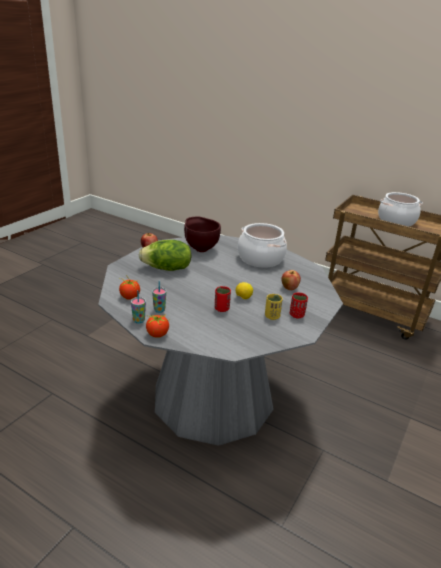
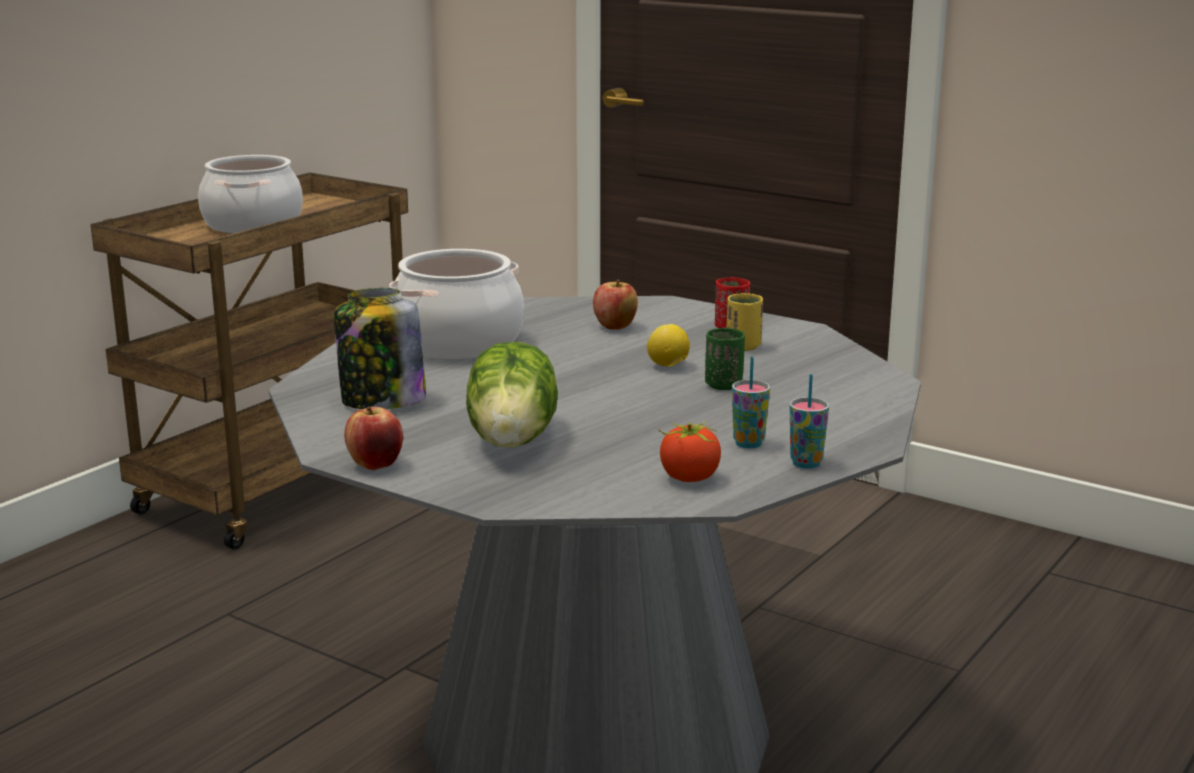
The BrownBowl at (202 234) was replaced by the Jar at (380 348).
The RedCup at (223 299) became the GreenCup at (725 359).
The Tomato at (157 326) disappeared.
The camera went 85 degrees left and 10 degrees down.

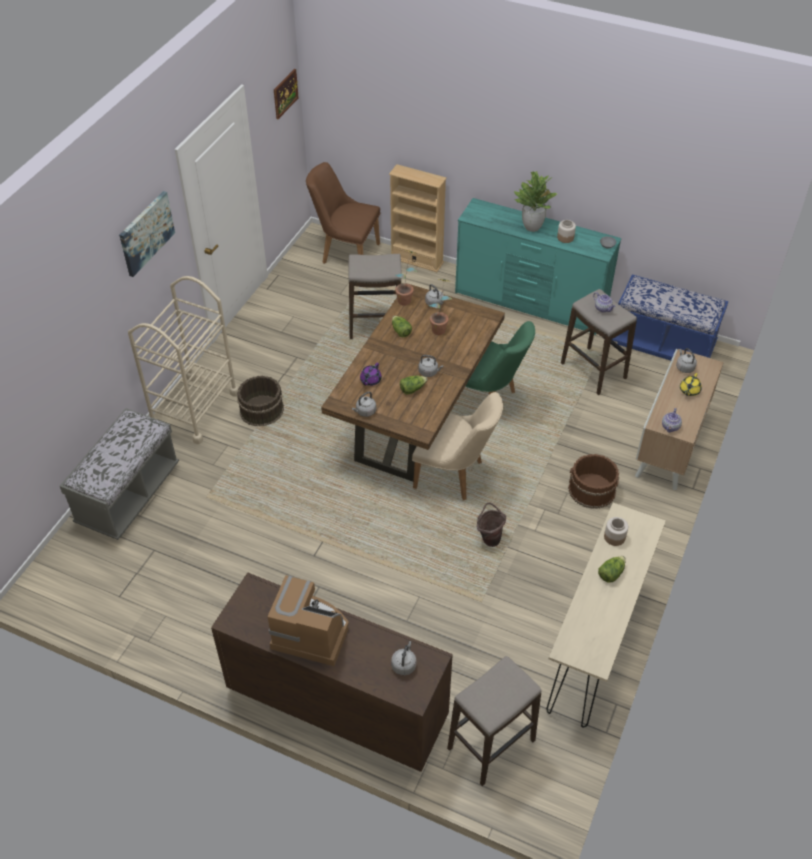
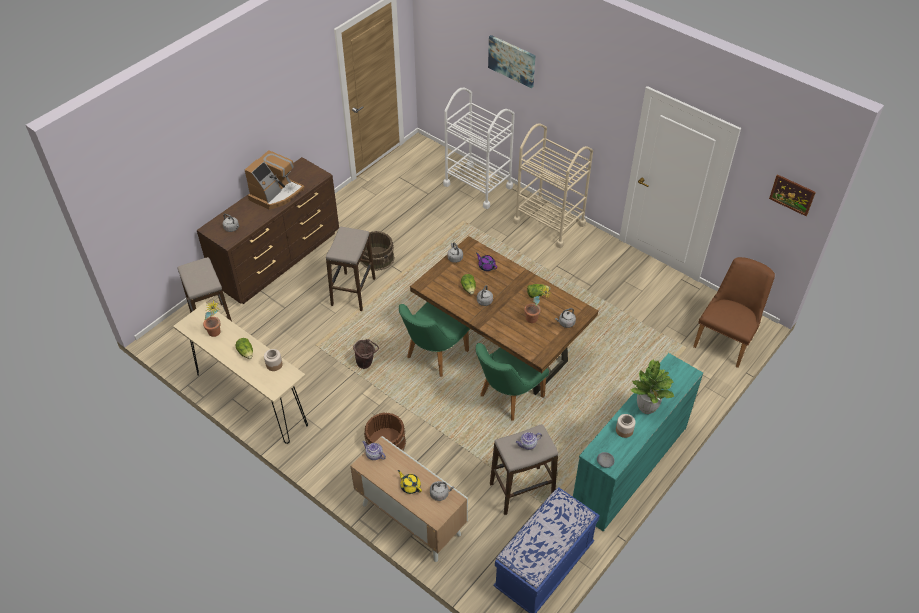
The BeigeBookcase at (418 218) disappeared.
The Picture moved from (147 234) to (512 61).
The PottedPlant moved from (406 278) to (212 318).
The Stool moved from (375 296) to (351 269).
The BrownBucket moved from (260 401) to (378 251).
The BeigeChair at (457 446) became the GreenChair at (434 339).
The GreyBench at (119 474) was replaced by the WhiteCart at (479 148).
The camera went 105 degrees right and 0 degrees up.

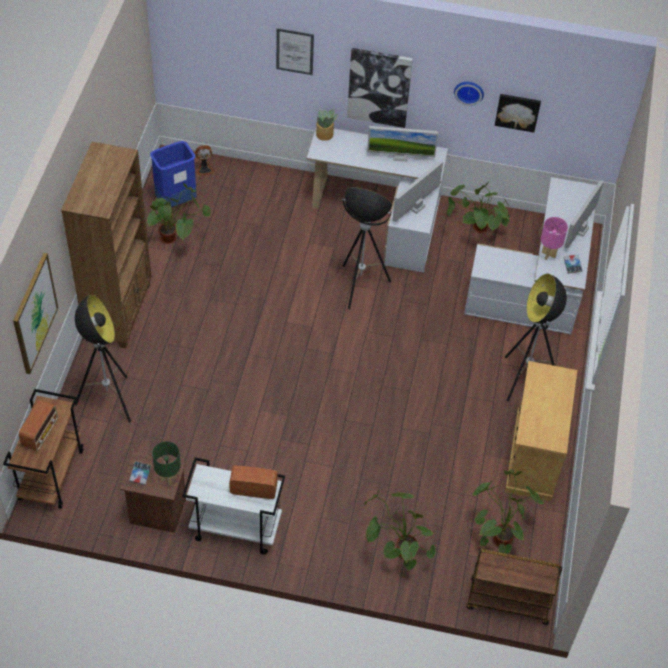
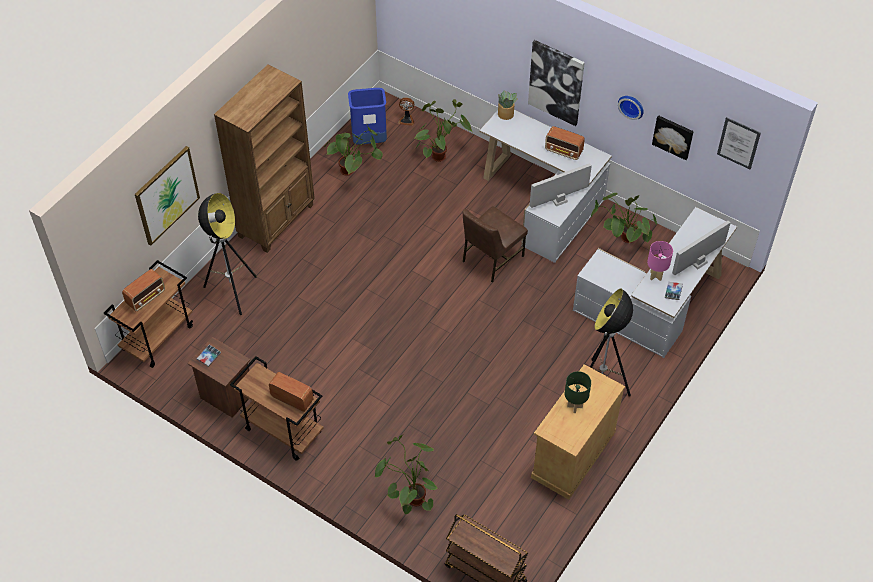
The Picture moved from (295 51) to (739 143).
The Monitor at (402 144) was replaced by the Radio at (565 143).
The FloorLamp at (367 248) was replaced by the BrownChair at (495 244).
The GreenTableLamp moved from (166 463) to (578 392).
The WhiteCart at (233 506) became the BrownCart at (276 408).
The PottedPlant moved from (508 511) to (443 130).
The camera went 25 degrees right and 0 degrees up.

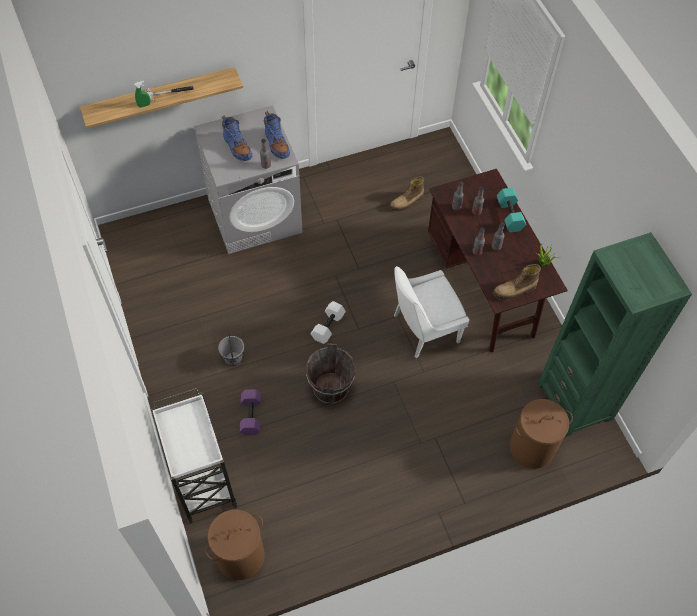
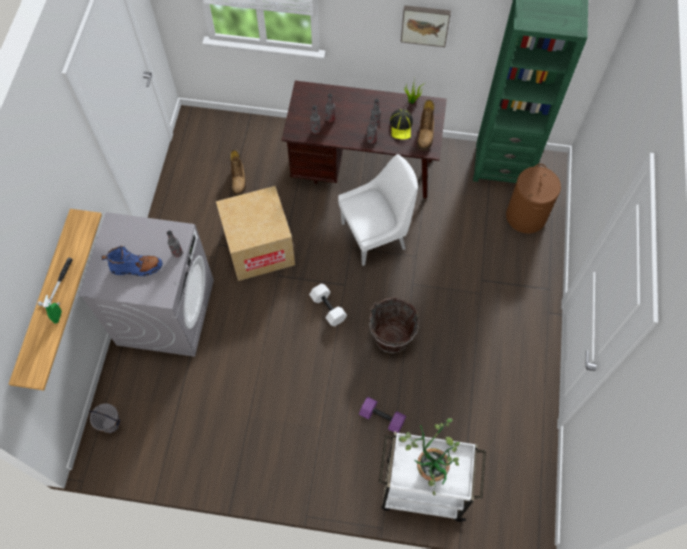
The BlueBoot at (277 135) disappeared.
The TurquoiseDumbbell at (511 210) disappeared.
The WhiteChair at (431 312) turned 120 degrees counterclockwise.
The GreyBucket moved from (231 350) to (105 418).
The BrownLaundryBasket at (235 545) disappeared.
The Picture at (426 26) appeared.
The Cap at (401 124) appeared.
The CardboardBox at (255 233) appeared.
The PottedPlant at (429 456) appeared.
The camera went 60 degrees left and 5 degrees up.

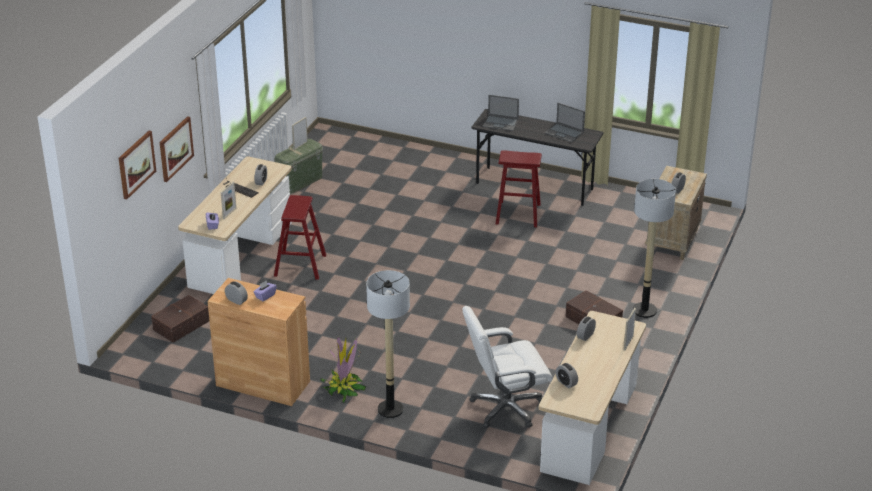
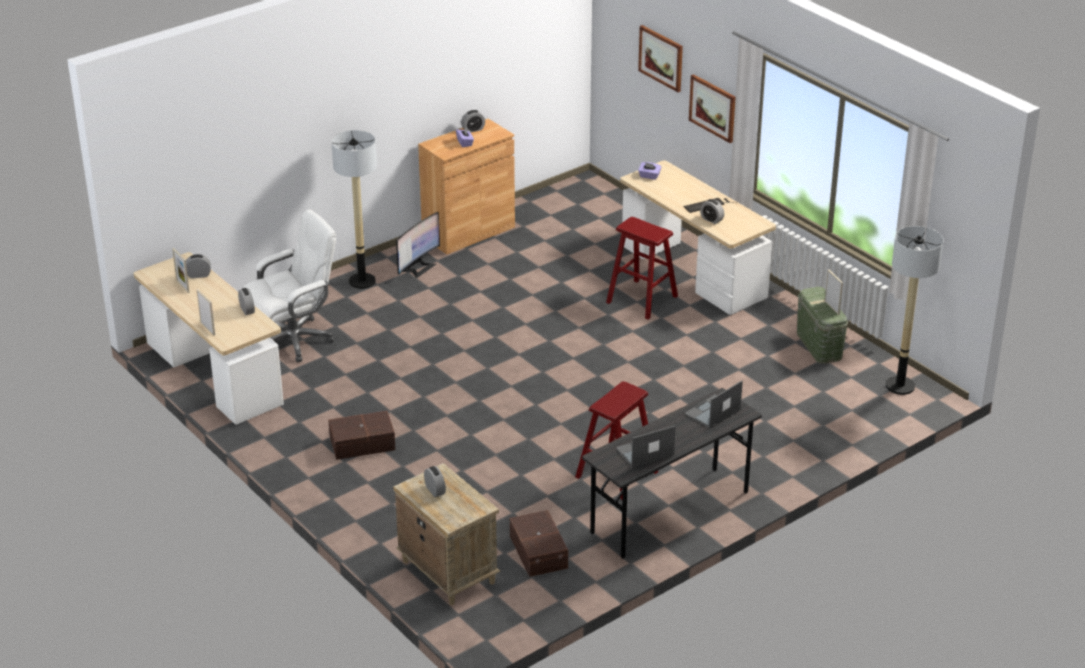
The FloorLamp moved from (654 248) to (914 310).
The PictureFrame moved from (228 200) to (181 270).
The BrownStorageBox moved from (180 319) to (539 543).
The WhiteOfficeChair at (507 367) turned 45 degrees clockwise.
The PottedPlant at (343 370) was replaced by the Monitor at (418 245).
The camera went 120 degrees right and 0 degrees up.

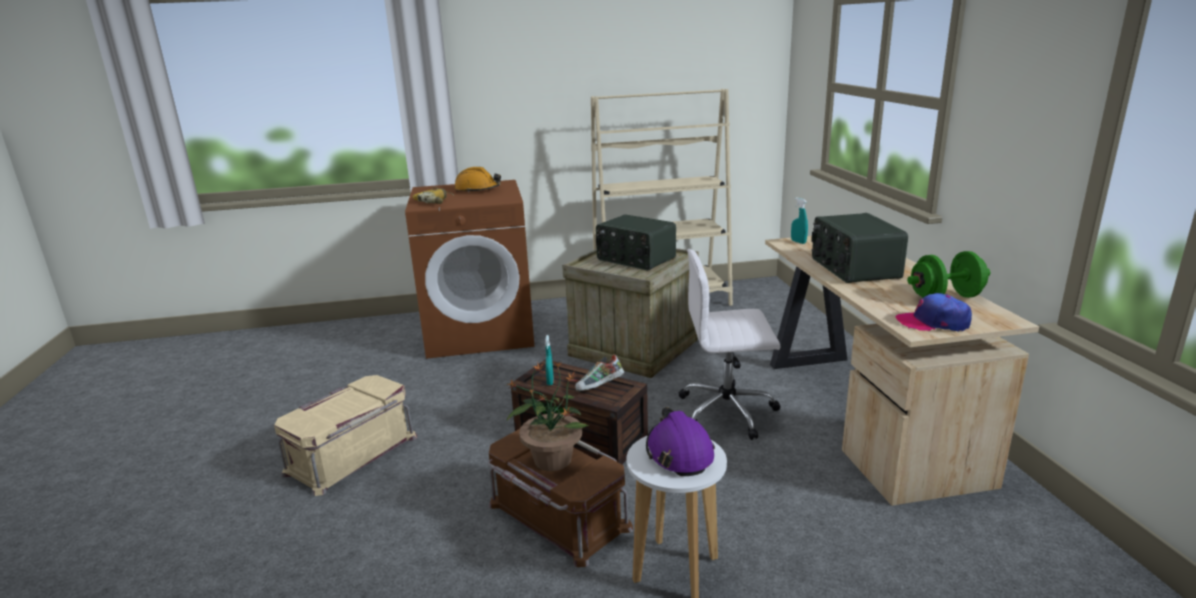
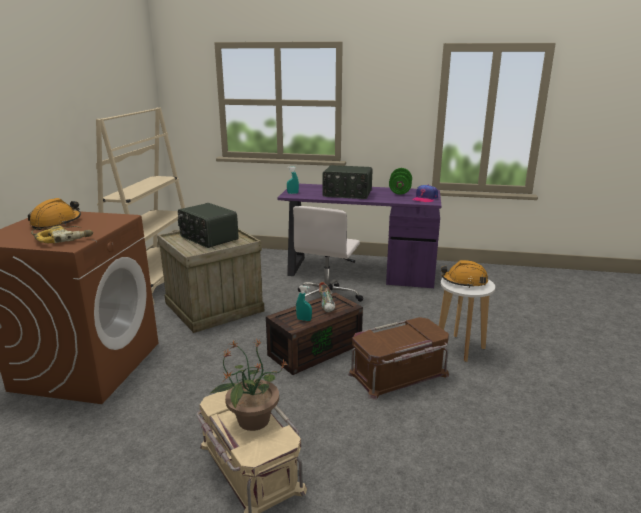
The Radio at (636 242) turned 75 degrees clockwise.
The BeigeDesk at (902 371) became the PurpleDesk at (360 236).
The PottedPlant moved from (547 416) to (248 384).
The PurpleHardHat at (680 441) became the OrangeHardHat at (464 274).
The camera went 70 degrees left and 0 degrees up.

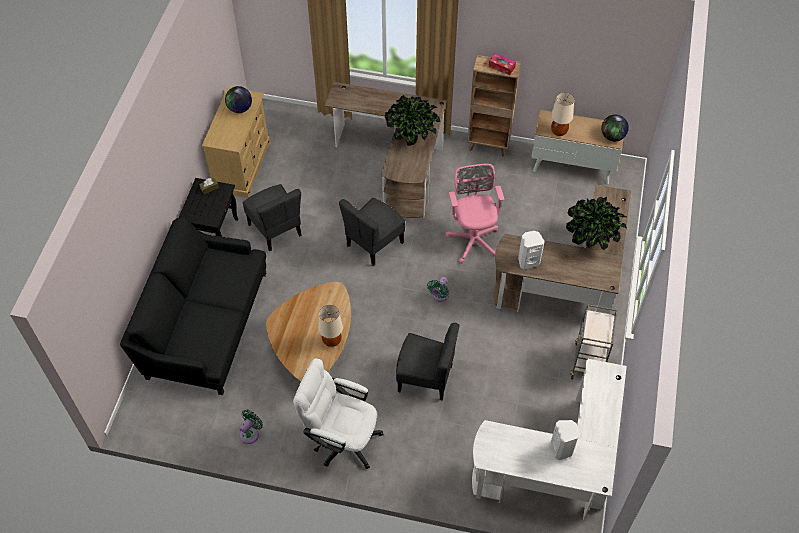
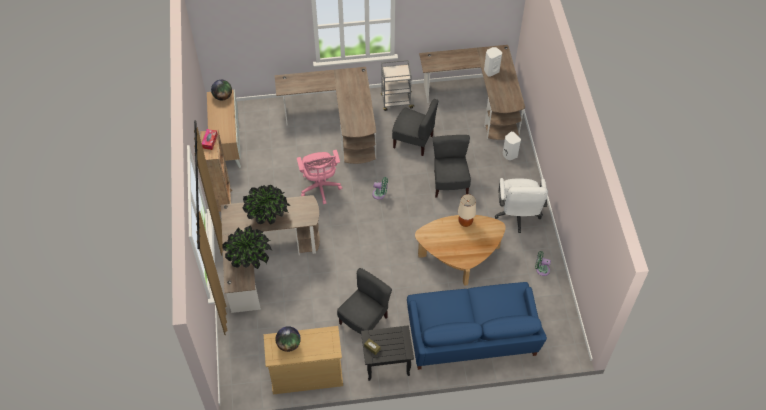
The BeigeTableLamp at (562 114) disappeared.
The PinkOfficeChair at (474 214) turned 75 degrees counterclockwise.
The PottedPlant moved from (596 223) to (247 247).
The GreyChair moved from (372 232) to (415 127).
The BlackSofa at (193 306) became the BlueSofa at (477 326).
The WhiteSpeaker moved from (531 250) to (512 146).
The WhiteDesk at (549 439) became the BrownDesk at (472 92).
The camera went 110 degrees left and 0 degrees up.

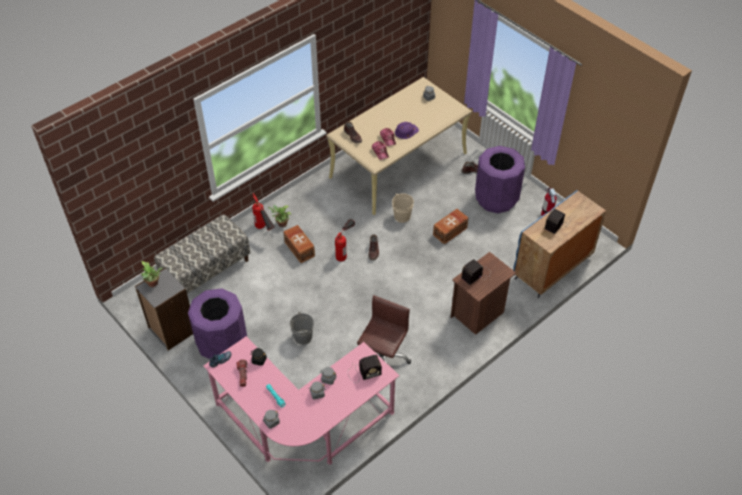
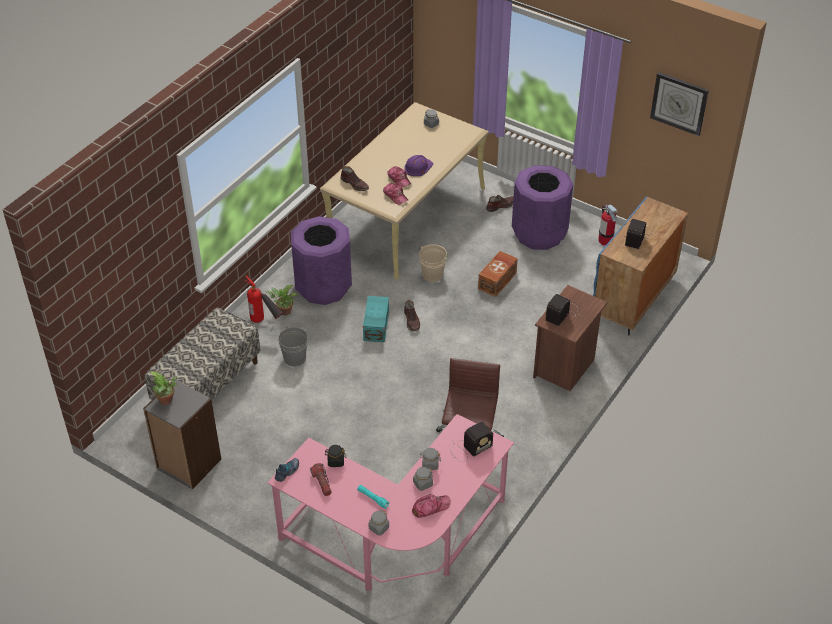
The FireExtinguisher at (345 240) was replaced by the TurquoiseStorageBox at (376 319).
The BrownStorageBox at (299 244) disappeared.
The PurpleTrashCan moved from (217 323) to (321 260).
The GreyBucket moved from (301 328) to (293 346).
The WallClock at (679 104) appeared.
The Cap at (431 506) appeared.
The camera went 15 degrees left and 5 degrees down.

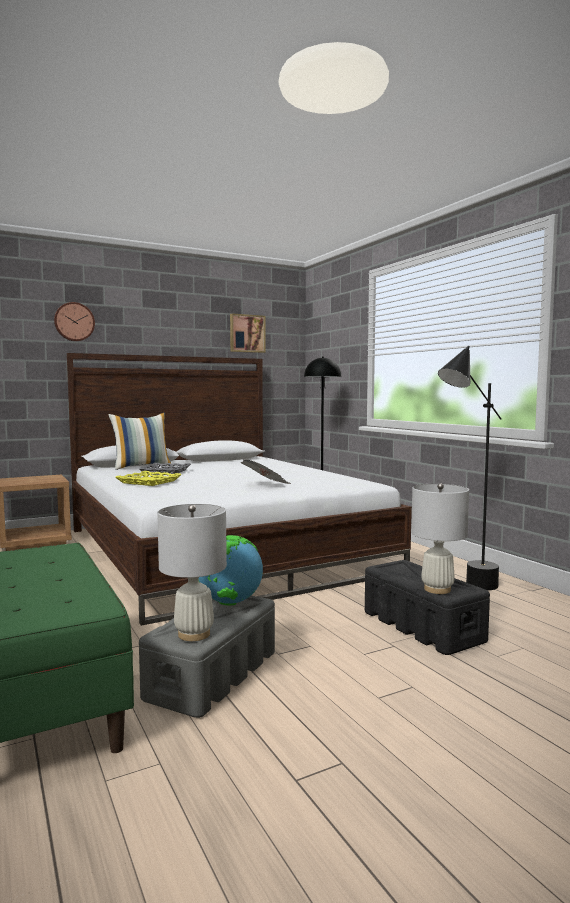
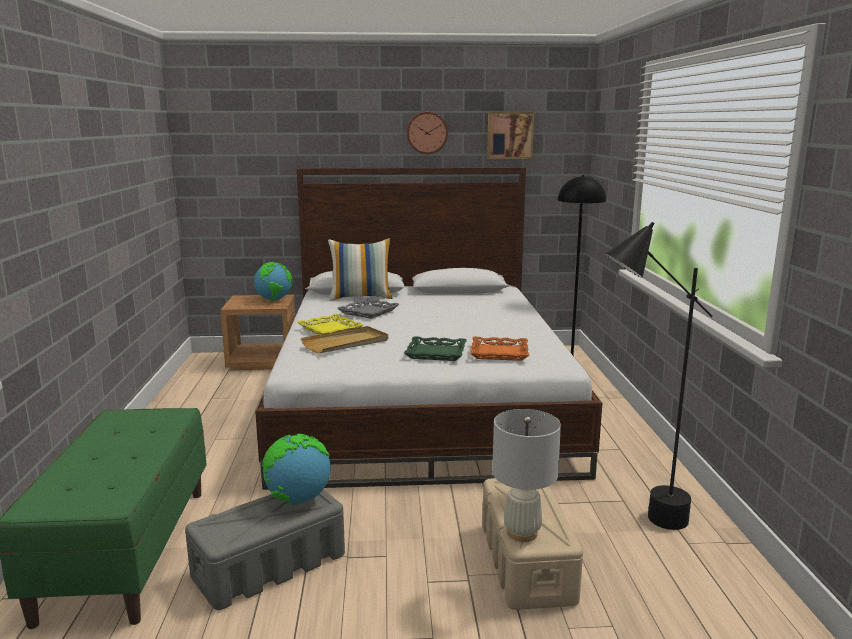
The WallClock moved from (74 321) to (427 133).
The Newspaper at (266 471) was replaced by the GreenTray at (435 348).
The WhiteTableLamp at (192 572) disappeared.
The BlackStorageBox at (427 607) became the BeigeStorageBox at (532 544).
The Globe at (273 281) appeared.
The BeigeTray at (344 340) appeared.
The OrangeTray at (499 349) appeared.
The camera went 25 degrees right and 10 degrees up.

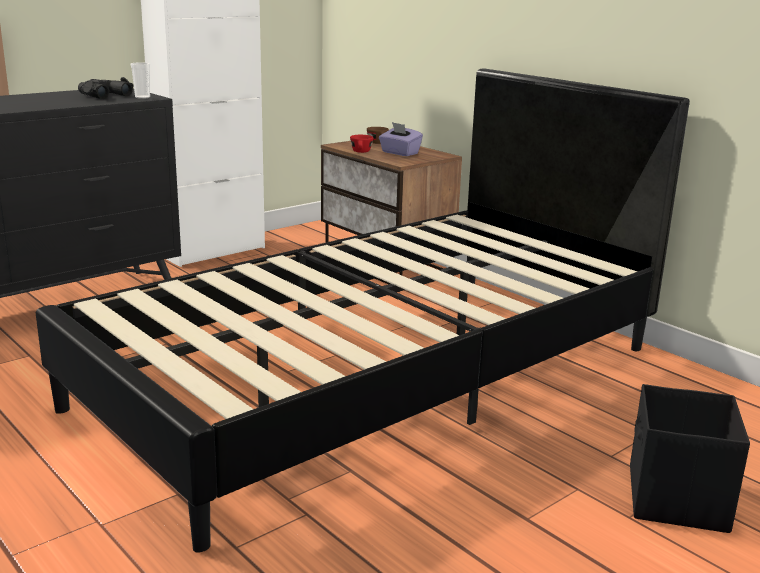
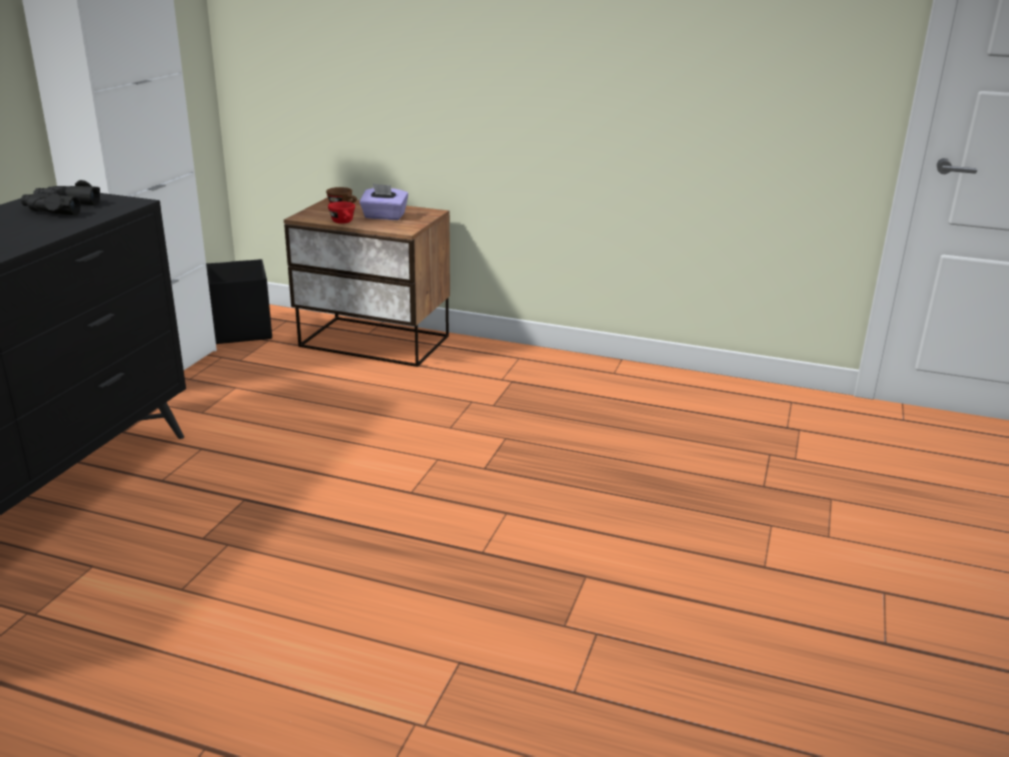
The Cup at (140 80) disappeared.
The BlackBed at (362 310) disappeared.
The BlackStorageBox moved from (690 458) to (239 301).
The camera went 30 degrees left and 5 degrees up.

